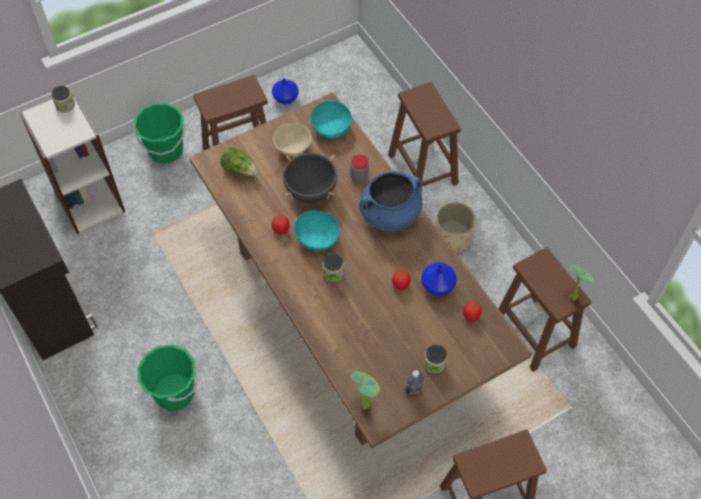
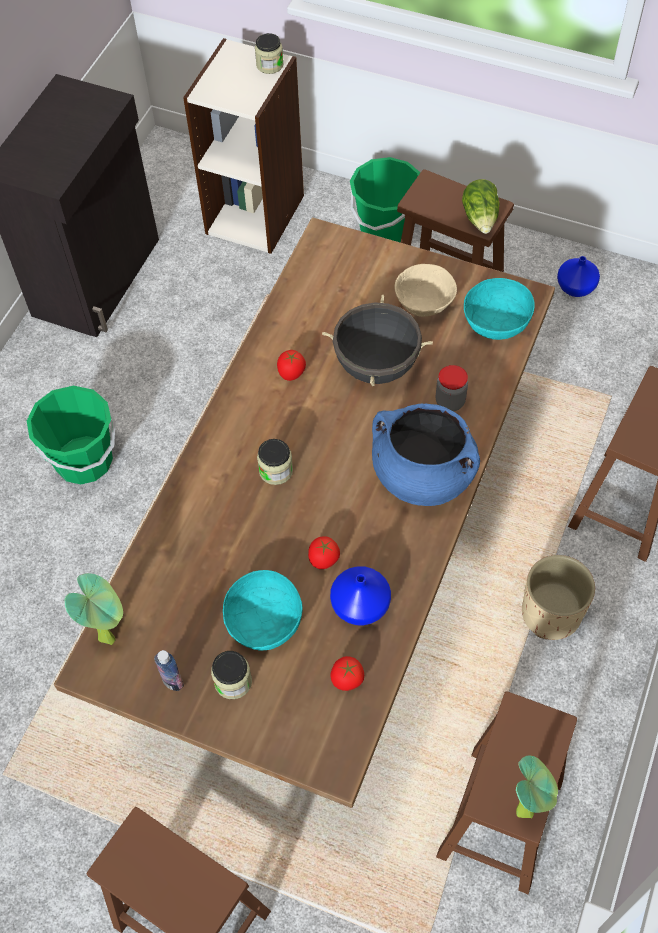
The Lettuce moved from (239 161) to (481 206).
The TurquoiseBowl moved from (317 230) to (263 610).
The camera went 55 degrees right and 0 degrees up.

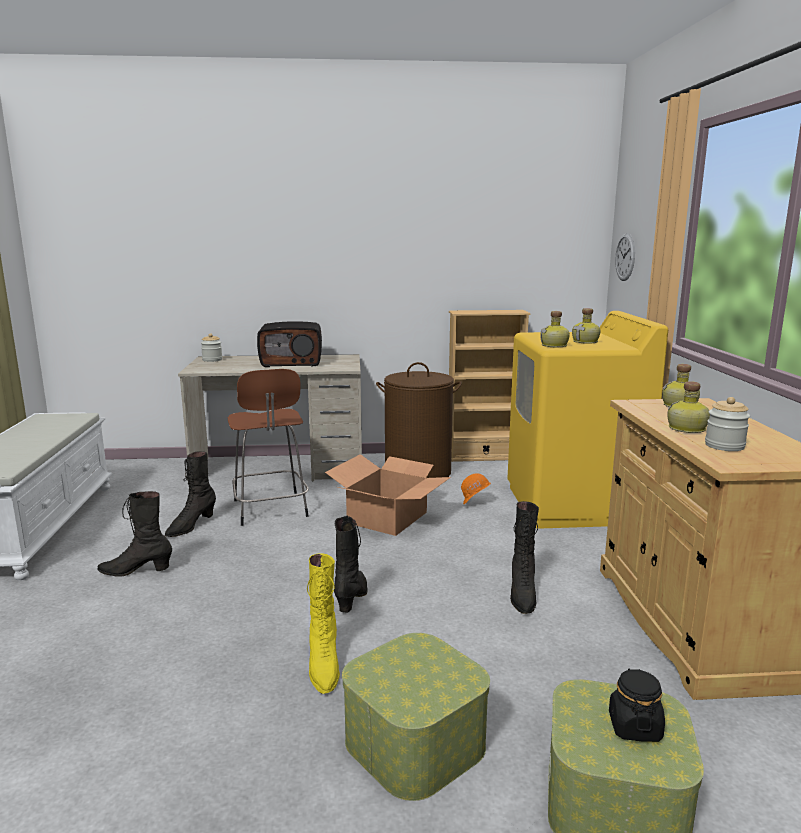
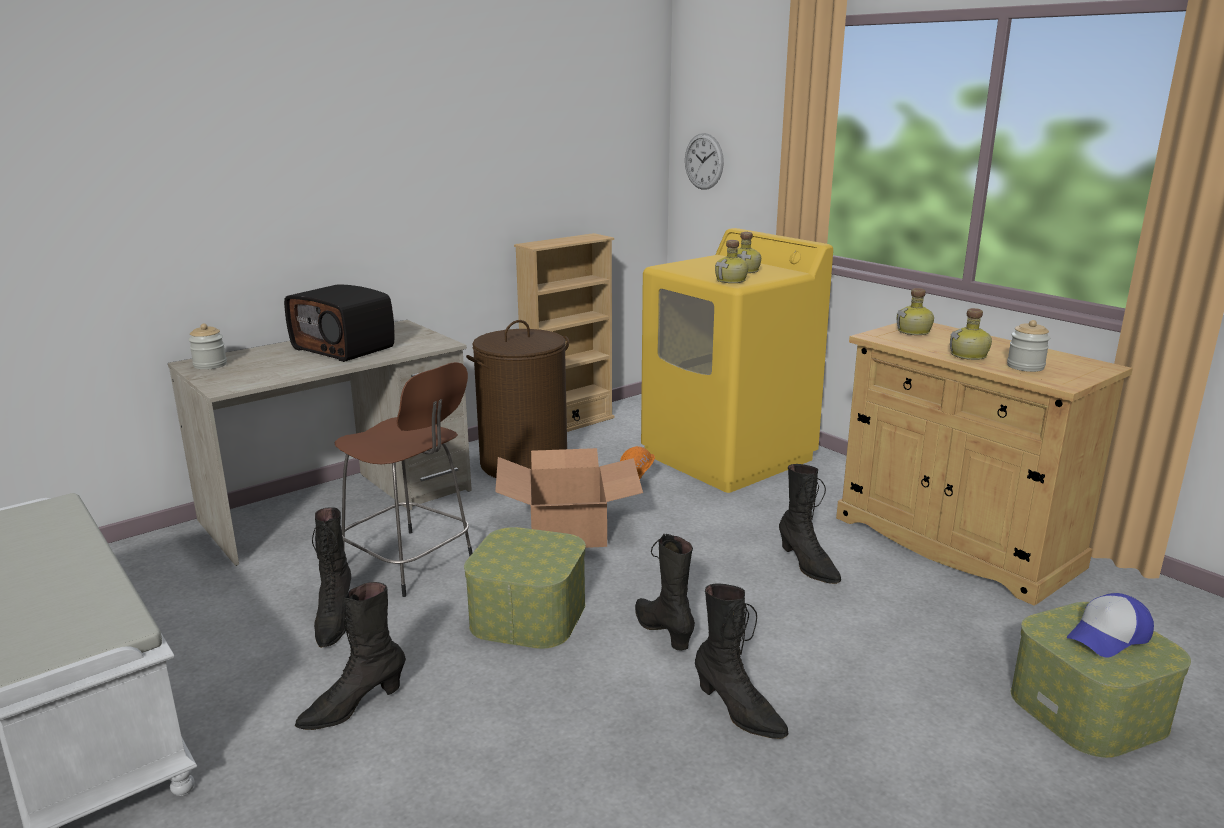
The Radio at (289 344) turned 75 degrees clockwise.
The YellowBoot at (323 623) became the BlackBoot at (741 661).
The StorageBox moved from (416 717) to (525 588).
The BlackJar at (637 705) was replaced by the Cap at (1110 625).
The camera went 35 degrees left and 5 degrees up.

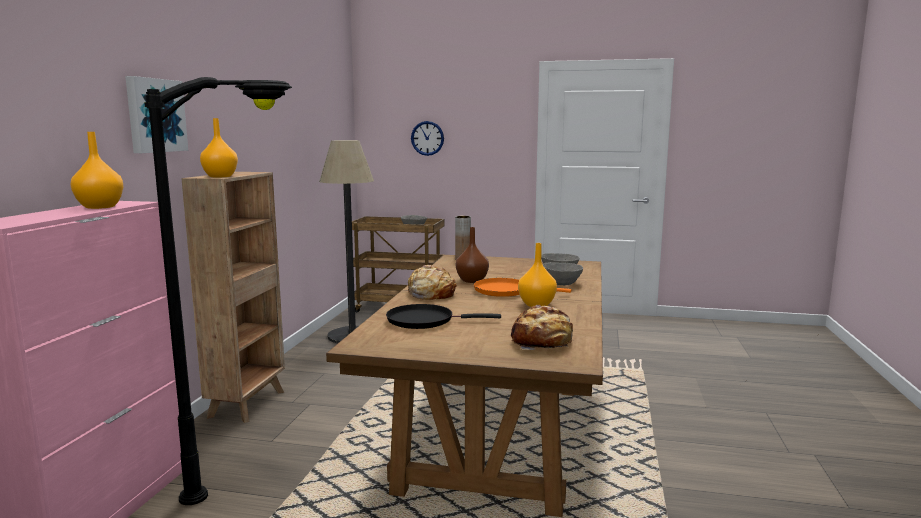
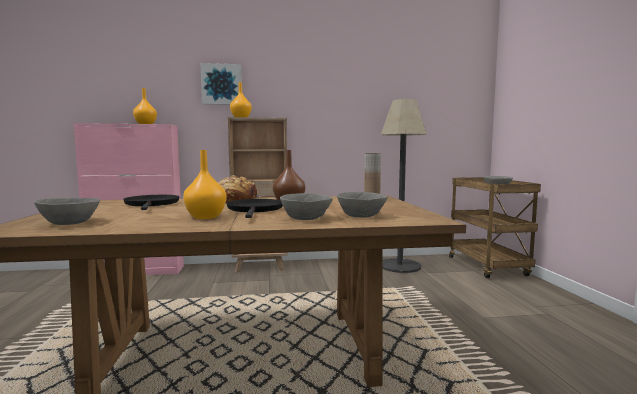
The BlackFloorLamp at (218 291) disappeared.
The WallClock at (427 138) disappeared.
The OrangeFryingPan at (522 287) became the BlackFryingPan at (254 208).
The Bread at (542 327) was replaced by the GreyBowl at (67 211).
The camera went 70 degrees right and 5 degrees down.

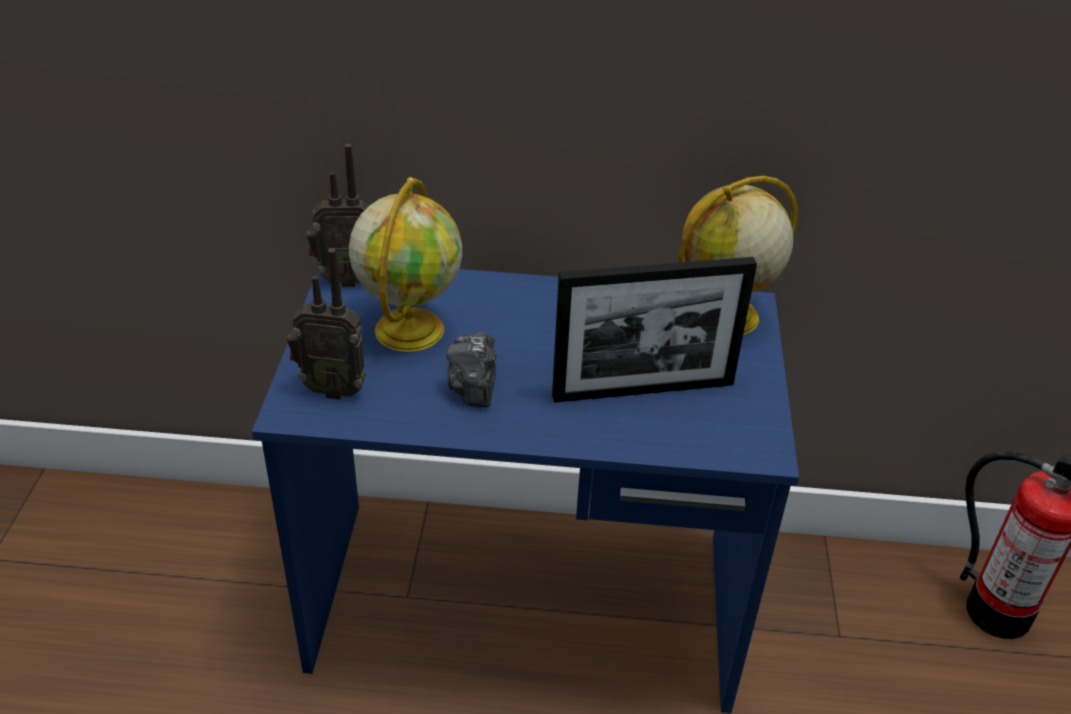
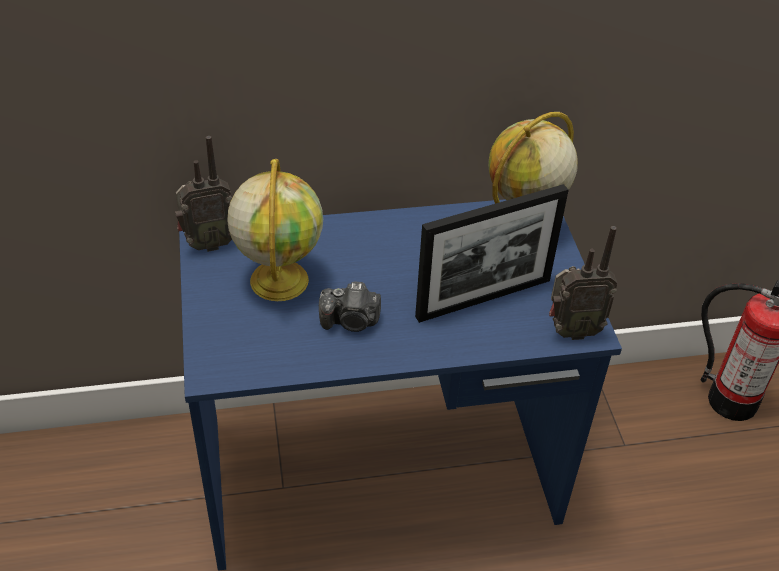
The Radio moved from (326 324) to (583 283).
The PhotoCamera at (471 370) turned 75 degrees counterclockwise.
The camera went 15 degrees left and 5 degrees up.

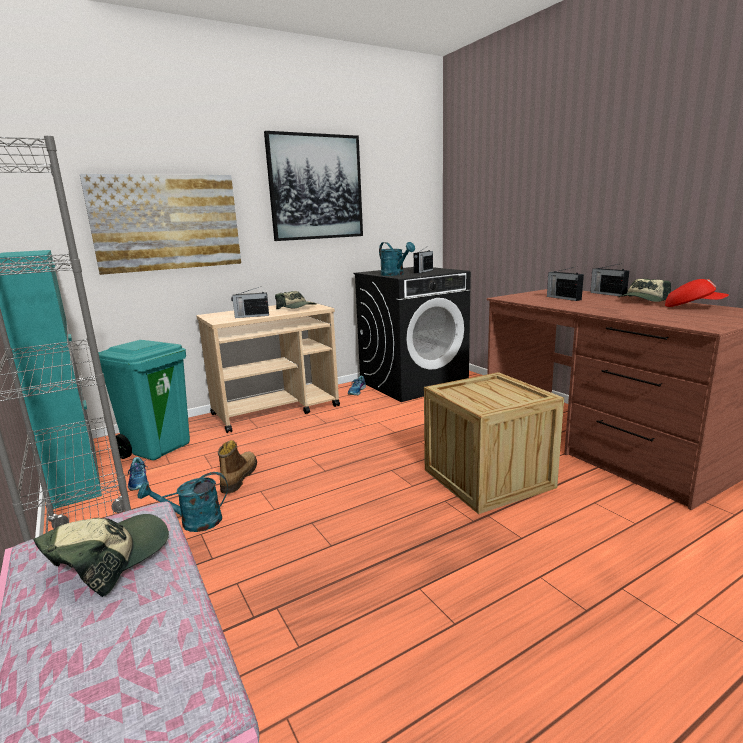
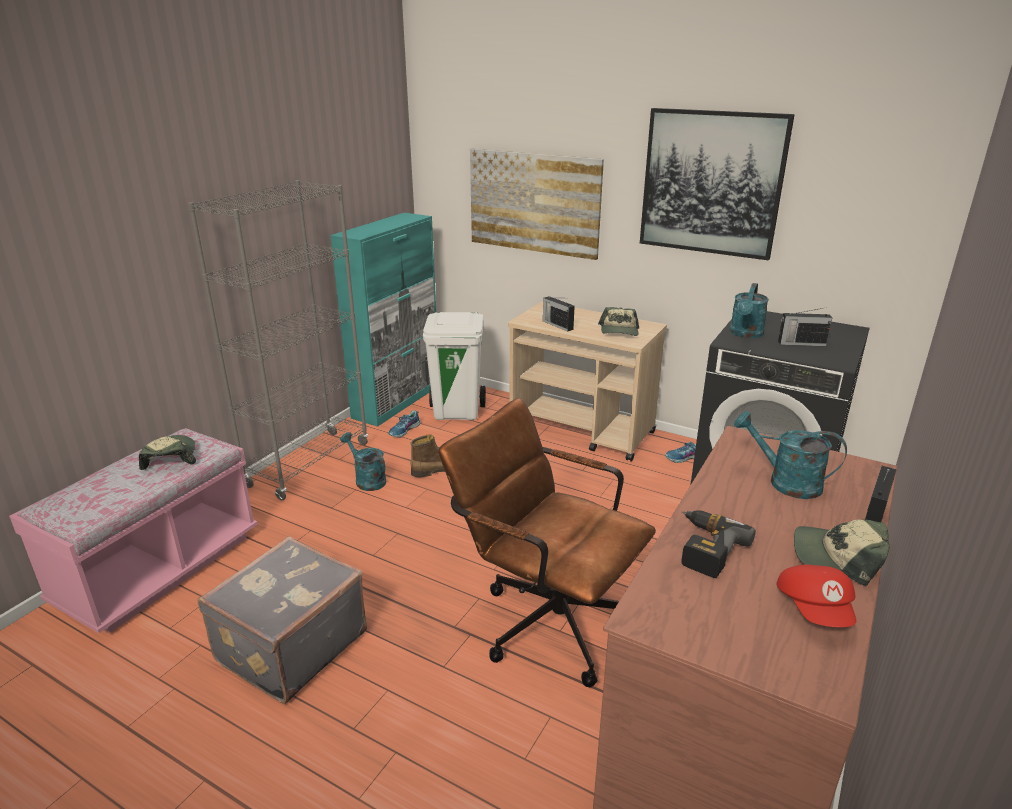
The Radio at (565 284) was replaced by the TurquoiseWateringCan at (790 455).
The TurquoiseTrashCan at (144 400) became the WhiteTrashCan at (454 366).
The Crate at (494 443) was replaced by the BrownOfficeChair at (547 542).
The Cap at (101 555) turned 105 degrees counterclockwise.
The PowerDrill at (718 544) appeared.
The GreySuitcase at (282 620) appeared.
The camera went 60 degrees right and 10 degrees up.

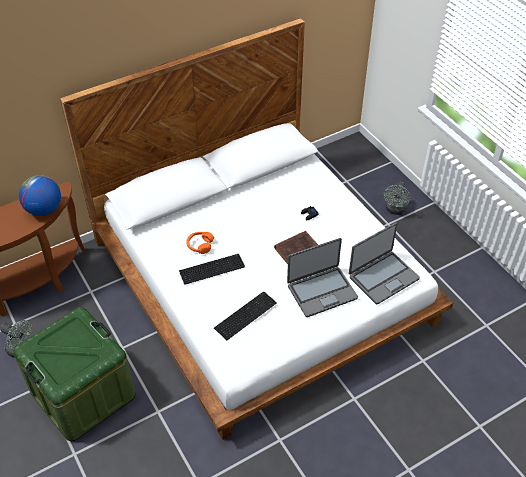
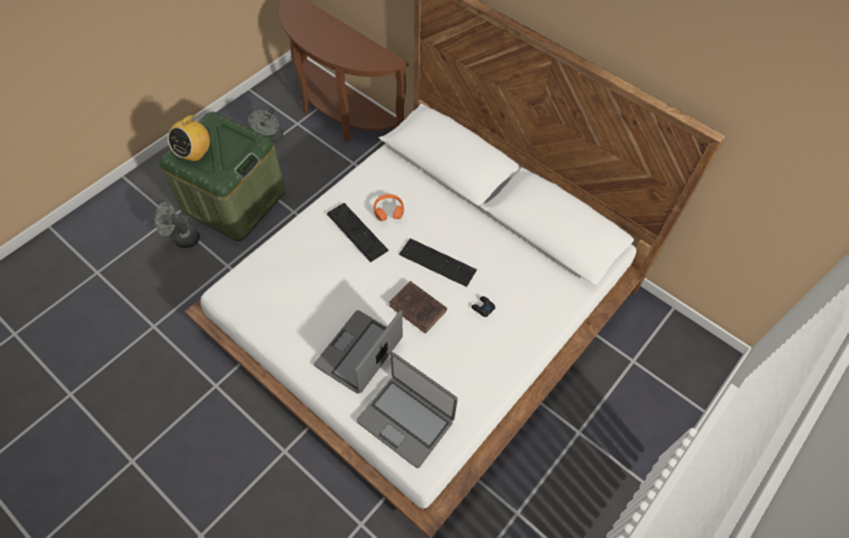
The Globe at (40 195) disappeared.
The GreyFan moved from (397 198) to (177 225).
The Laptop at (322 277) turned 75 degrees clockwise.
The Keyboard moved from (245 315) to (438 262).
The Radio at (189 137) appeared.
The camera went 70 degrees right and 10 degrees up.

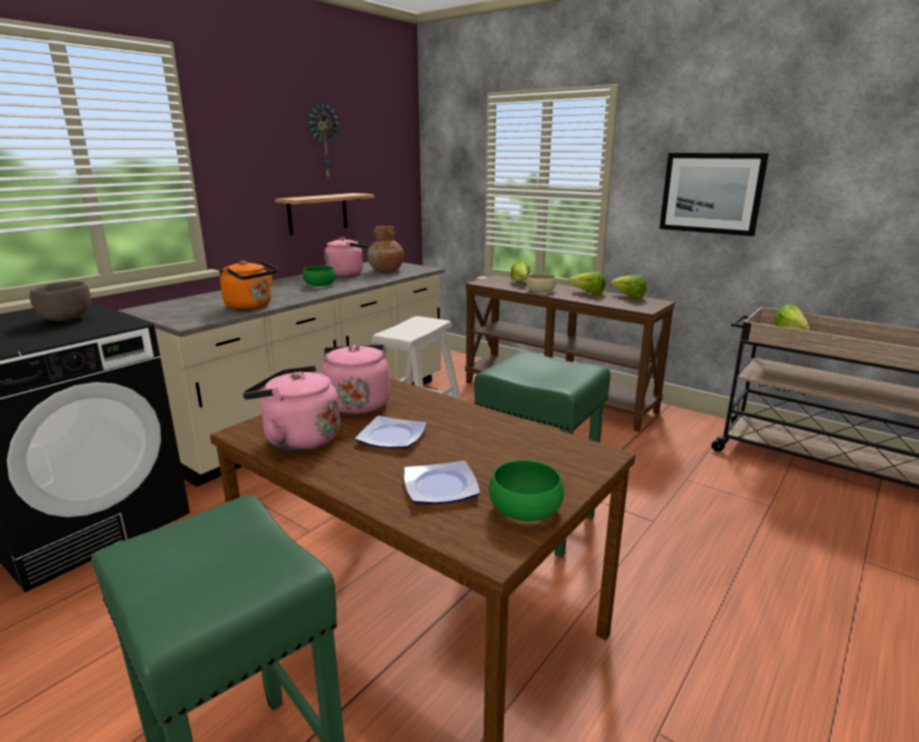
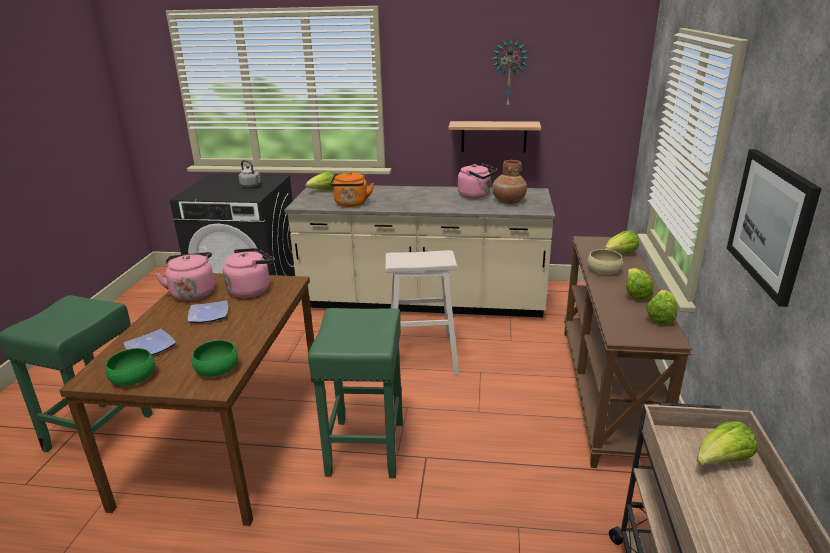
The GreenBowl moved from (319 276) to (214 358).
The BrownBowl at (60 301) was replaced by the GreyKettle at (249 173).
The Lettuce at (319 180) appeared.
The camera went 60 degrees right and 5 degrees up.

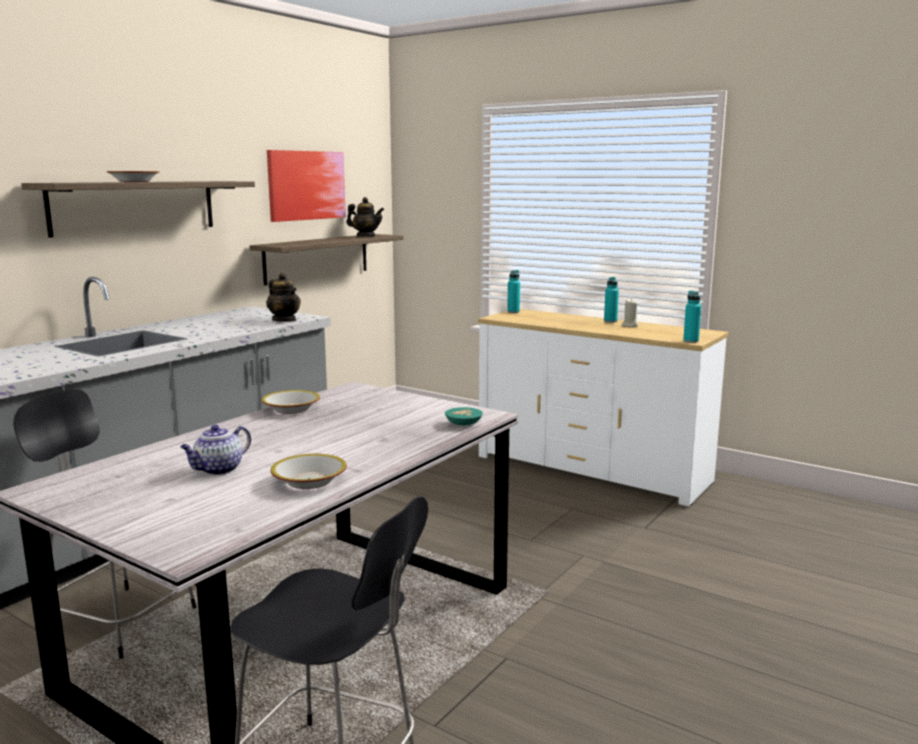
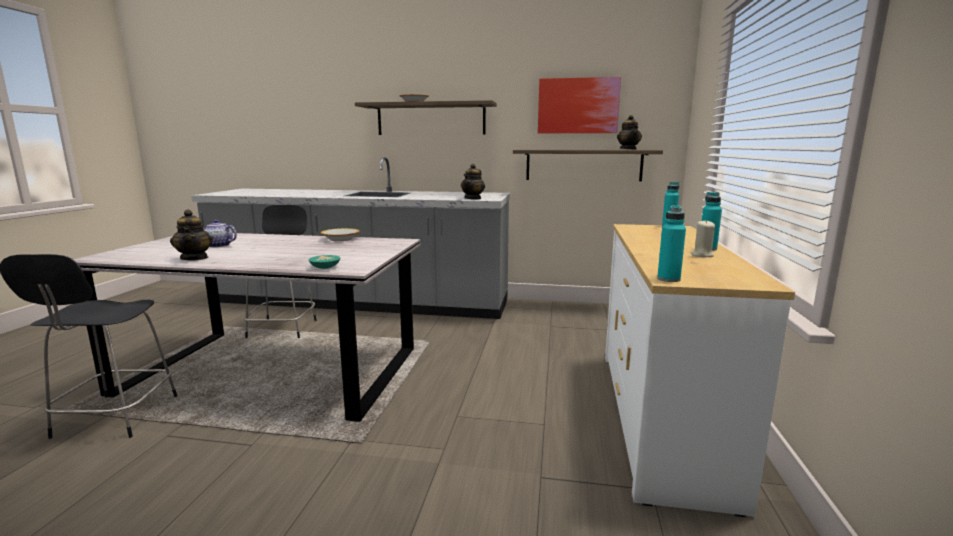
The Bowl at (309 471) was replaced by the Teapot at (191 234).
The camera went 65 degrees right and 0 degrees up.

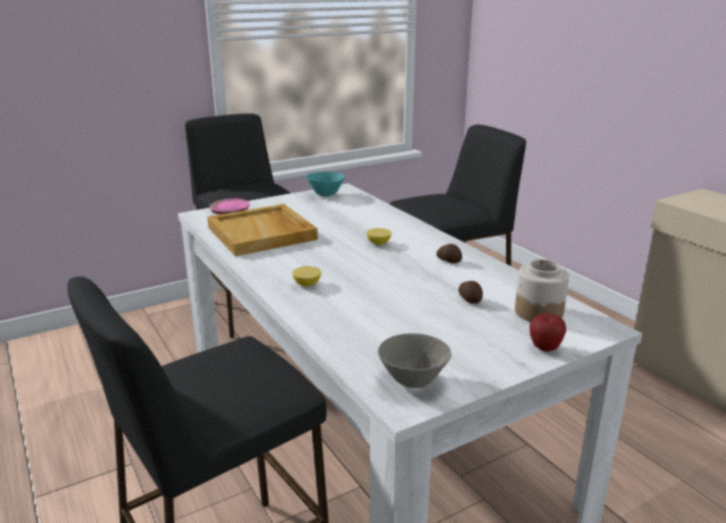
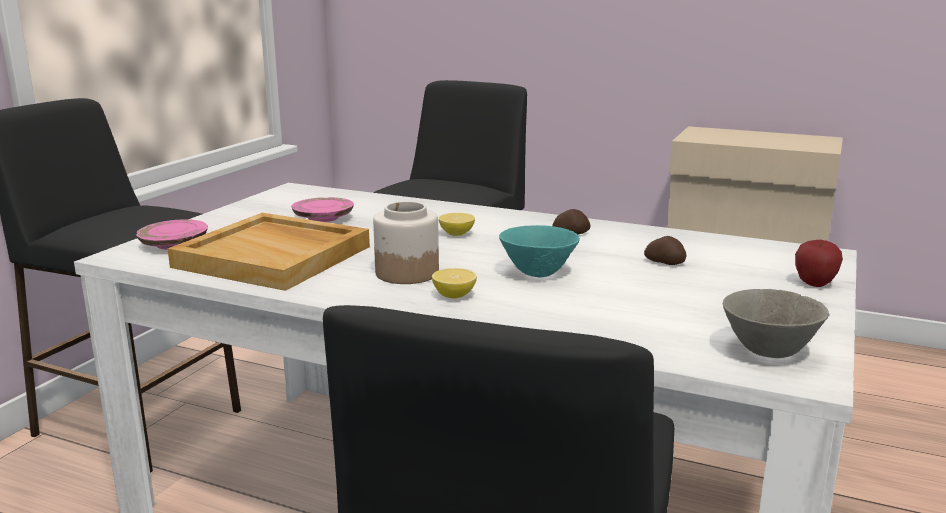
The TurquoiseBowl moved from (325 184) to (539 251).
The Jar moved from (542 290) to (406 242).
The PinkPlate at (322 209) appeared.
The camera went 35 degrees left and 5 degrees down.

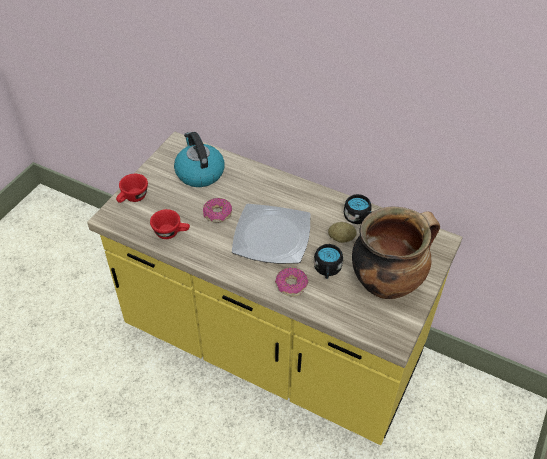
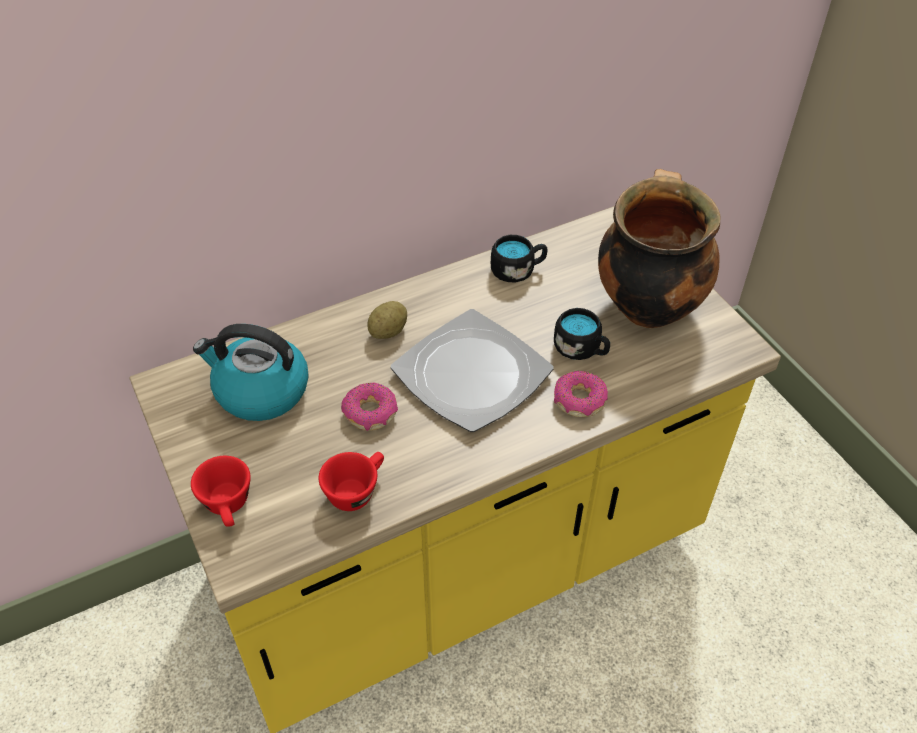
The Potato moved from (342 232) to (387 320).
The camera went 55 degrees left and 0 degrees up.

